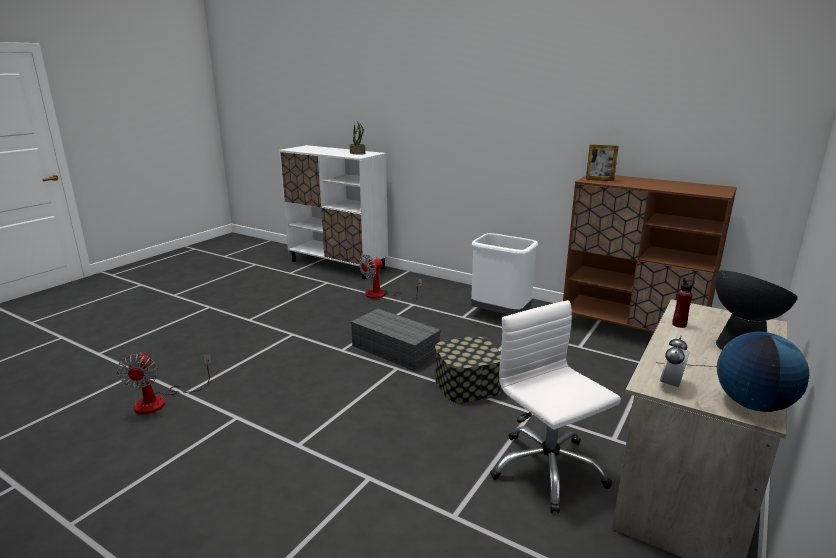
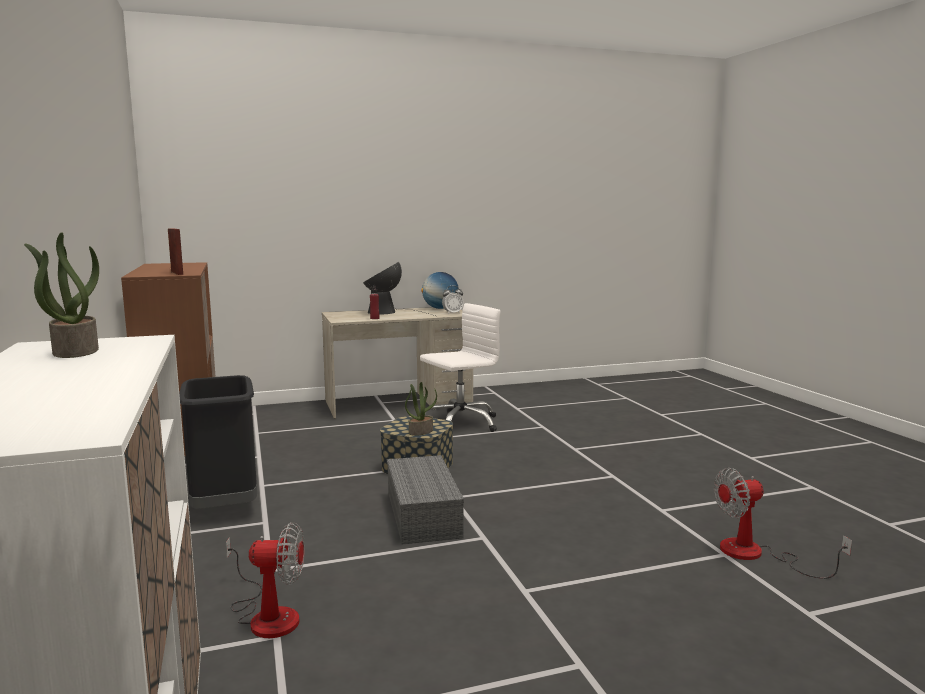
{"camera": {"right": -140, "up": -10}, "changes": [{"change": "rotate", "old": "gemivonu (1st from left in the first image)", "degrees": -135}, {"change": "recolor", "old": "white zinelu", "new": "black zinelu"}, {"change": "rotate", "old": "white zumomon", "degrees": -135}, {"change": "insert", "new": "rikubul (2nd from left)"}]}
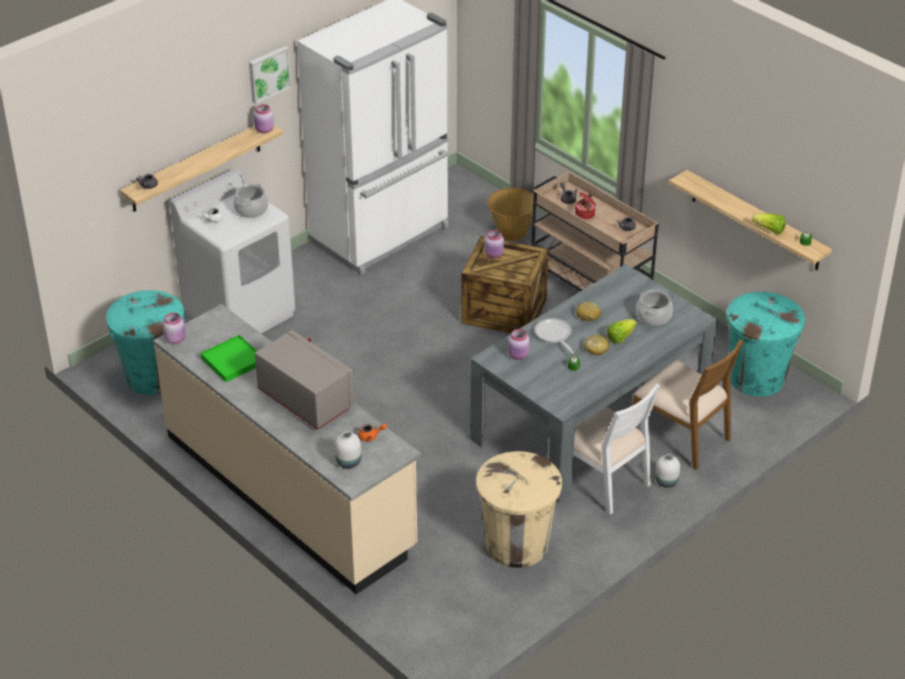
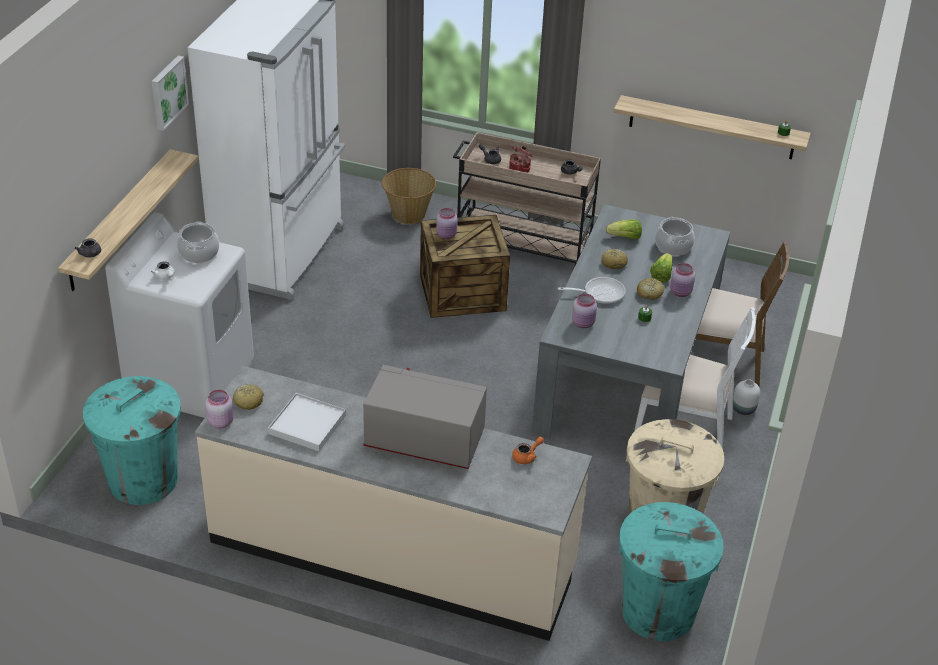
{"camera": {"right": -30, "up": 0}, "changes": [{"change": "recolor", "old": "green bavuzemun", "new": "white bavuzemun"}, {"change": "move", "old": "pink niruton (2nd from left in the first image)", "new": "pink niruton (4th from left)"}, {"change": "delete", "old": "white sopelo (1st from left)"}, {"change": "rotate", "old": "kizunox", "degrees": 135}, {"change": "move", "old": "turquoise zinelu (2nd from left)"}, {"change": "move", "old": "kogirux (2nd from left in the first image)", "new": "kogirux (1st from left)"}, {"change": "insert", "new": "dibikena (1st from left)"}]}
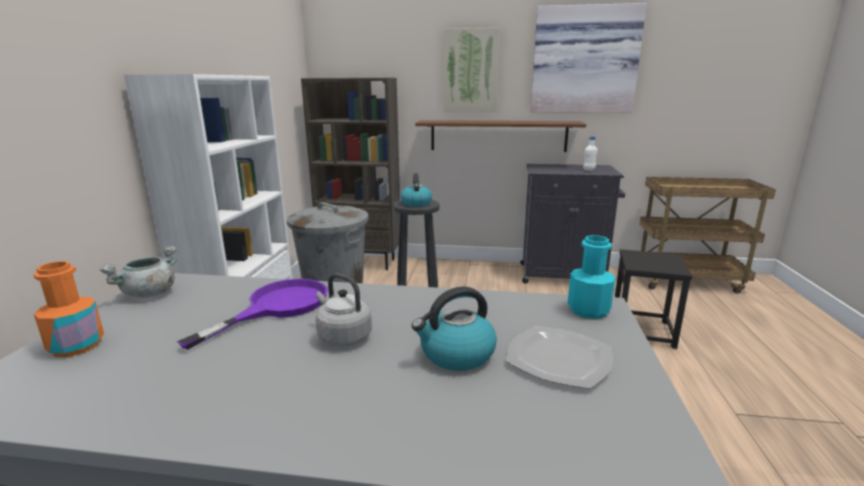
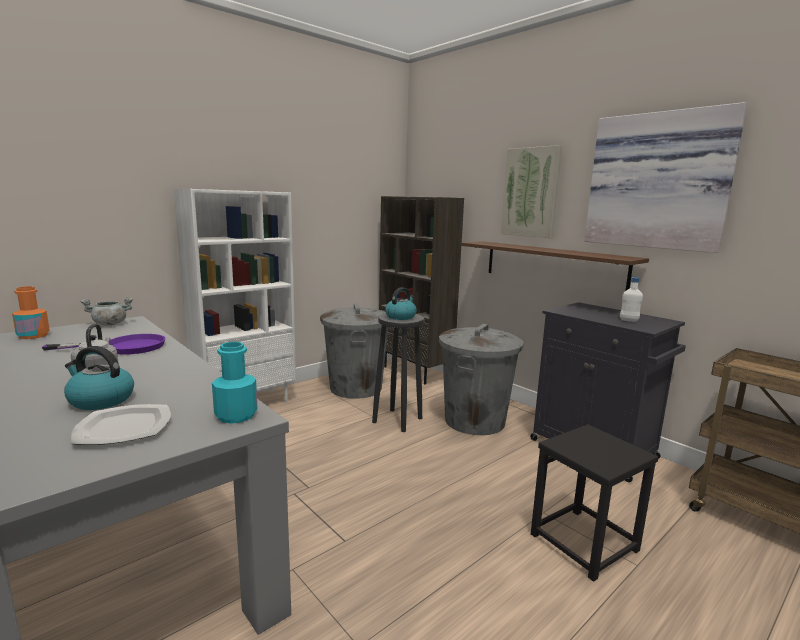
{"camera": {"right": 40, "up": -5}, "changes": [{"change": "insert", "new": "grey zinelu (2nd from left)"}]}
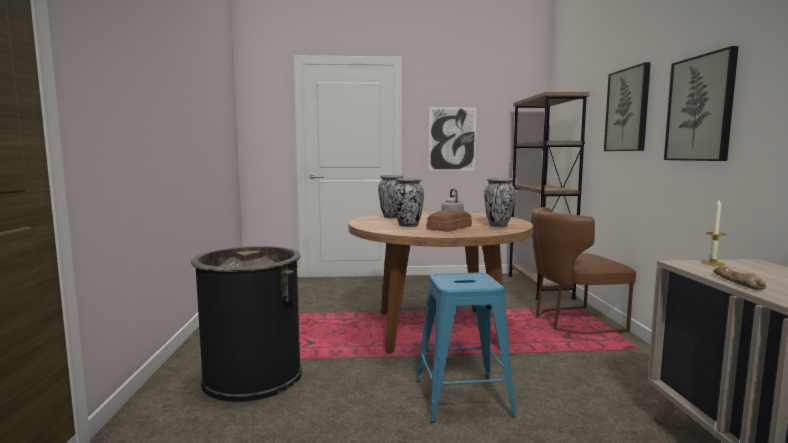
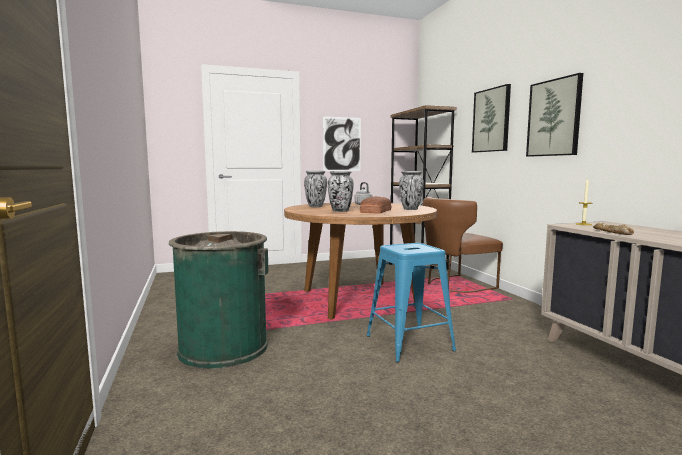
{"camera": {"right": -15, "up": 0}, "changes": [{"change": "recolor", "old": "black zinelu", "new": "green zinelu"}]}
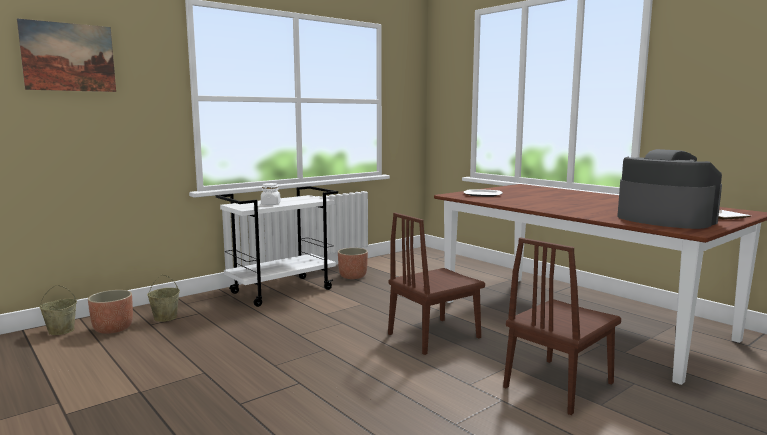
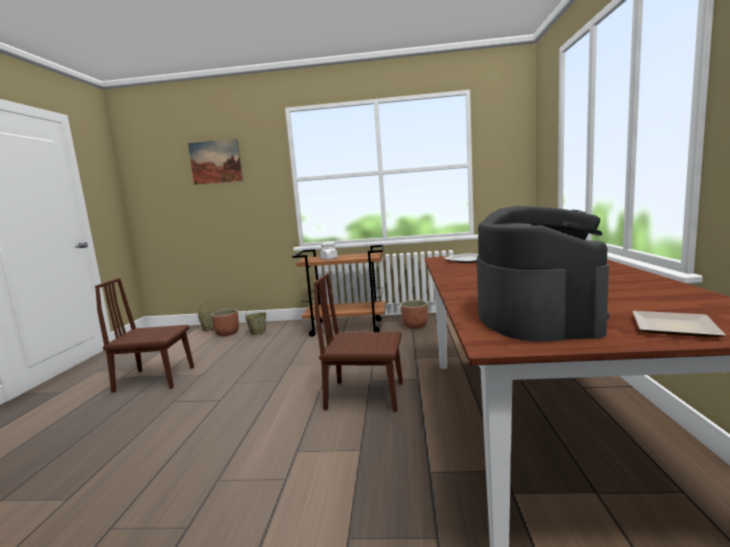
{"camera": {"right": 45, "up": 0}, "changes": [{"change": "recolor", "old": "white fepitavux", "new": "brown fepitavux"}, {"change": "move", "old": "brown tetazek (2nd from left in the first image)", "new": "brown tetazek (1st from left)"}]}
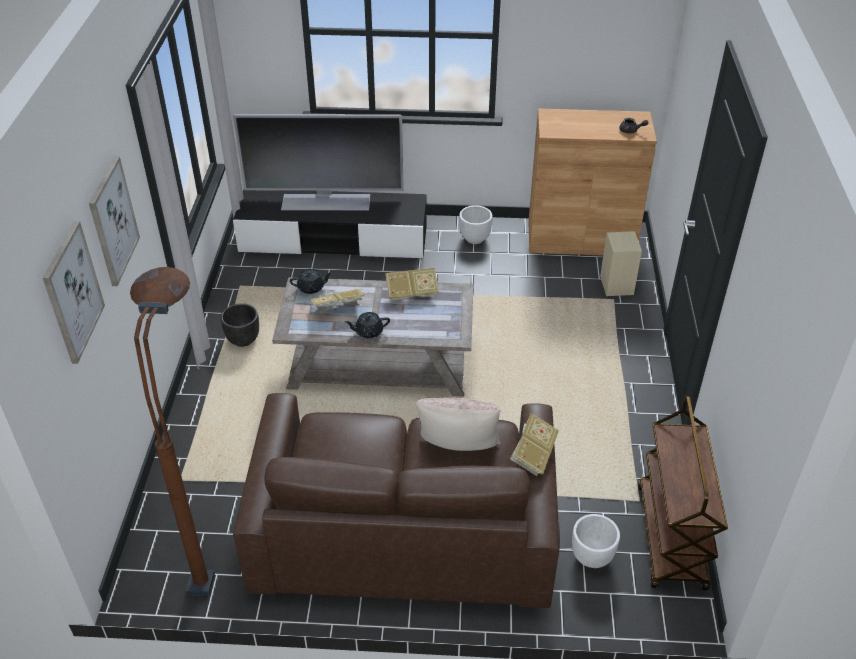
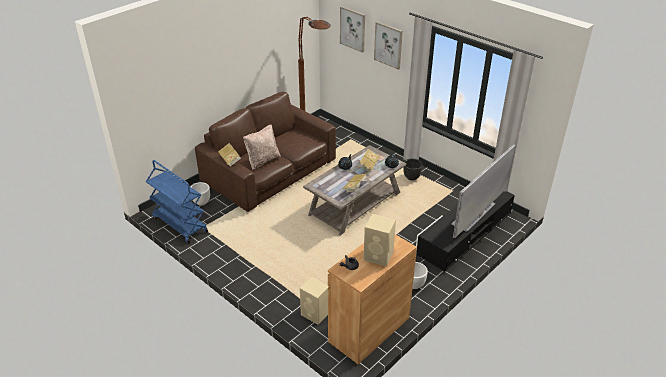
{"camera": {"right": 130, "up": -5}, "changes": [{"change": "recolor", "old": "brown fepitavux", "new": "blue fepitavux"}, {"change": "insert", "new": "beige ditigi (2nd from left)"}]}
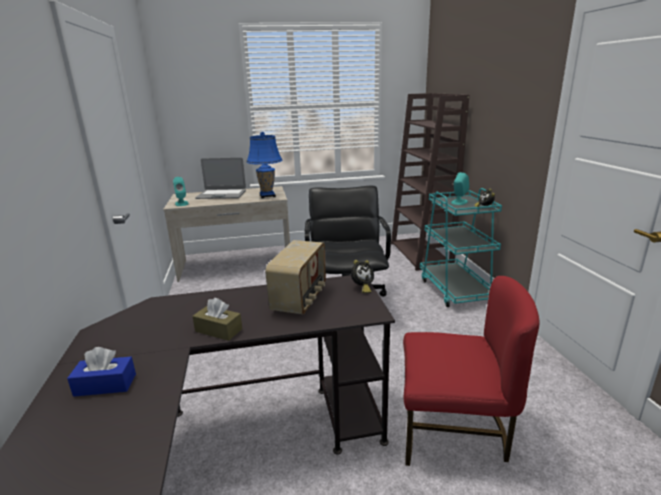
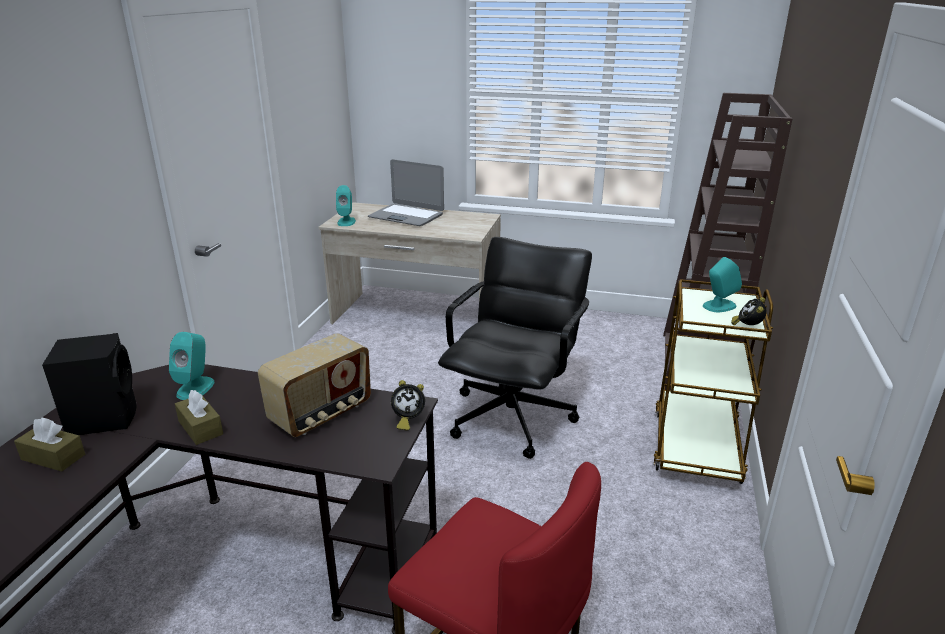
{"camera": {"right": 25, "up": 5}, "changes": [{"change": "recolor", "old": "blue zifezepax", "new": "brown zifezepax (1st from left)"}, {"change": "delete", "old": "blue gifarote"}, {"change": "recolor", "old": "turquoise fepitavux", "new": "brown fepitavux"}, {"change": "insert", "new": "black ditigi"}, {"change": "insert", "new": "turquoise ditigi (1st from left)"}]}
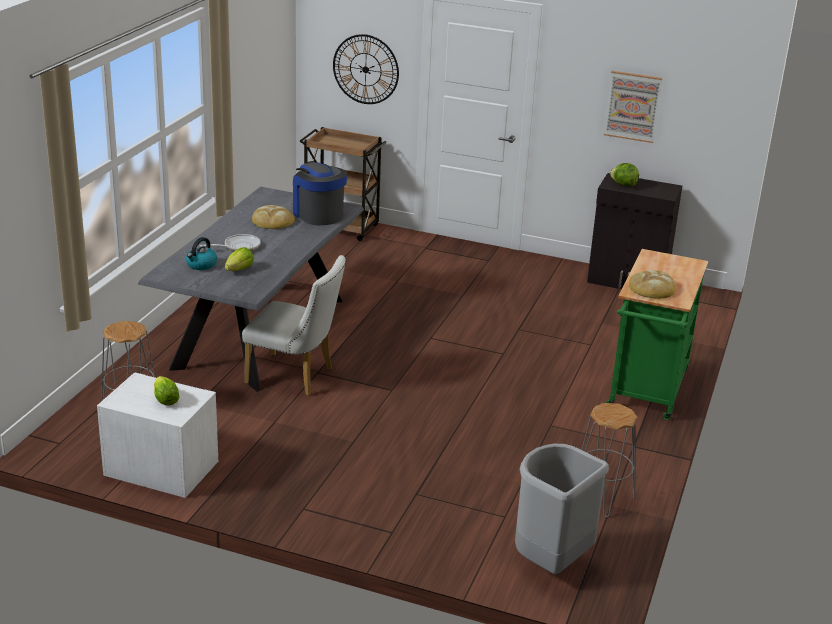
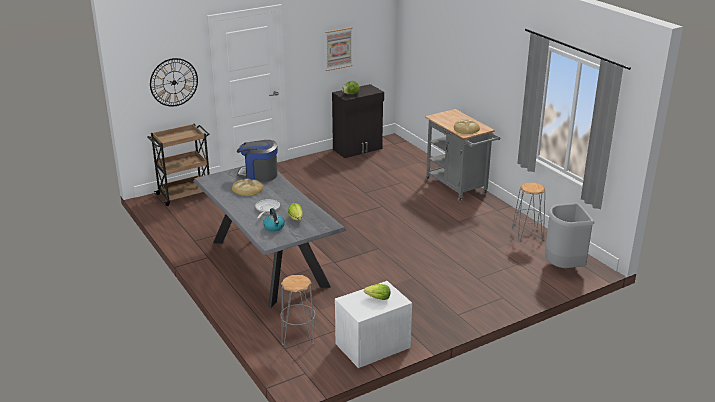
{"camera": {"right": -50, "up": 0}, "changes": [{"change": "delete", "old": "white tetazek"}, {"change": "recolor", "old": "green fepitavux", "new": "grey fepitavux"}]}
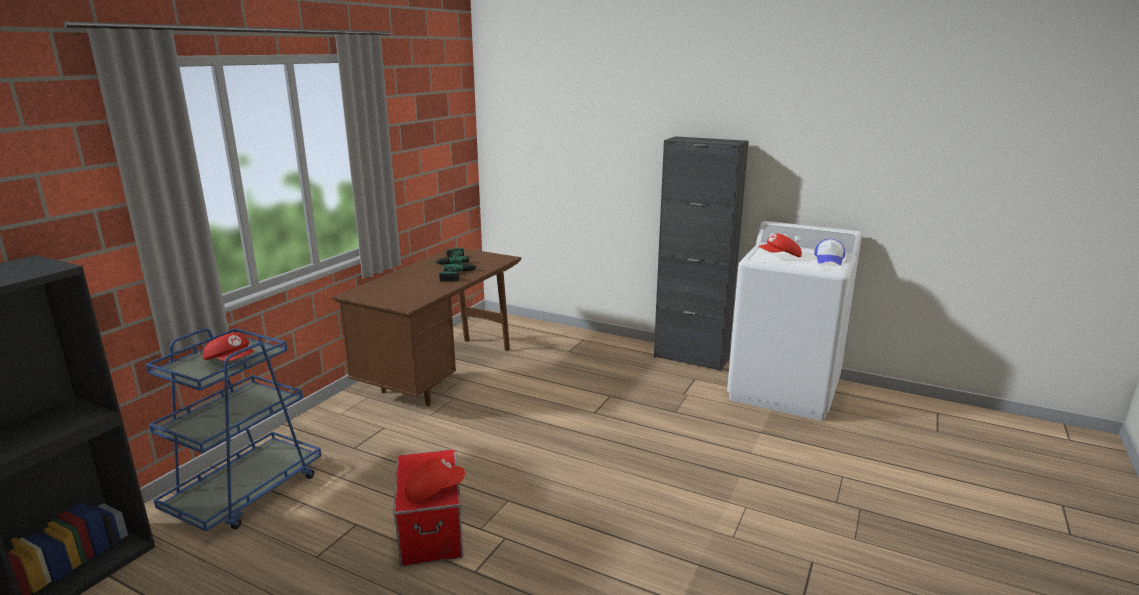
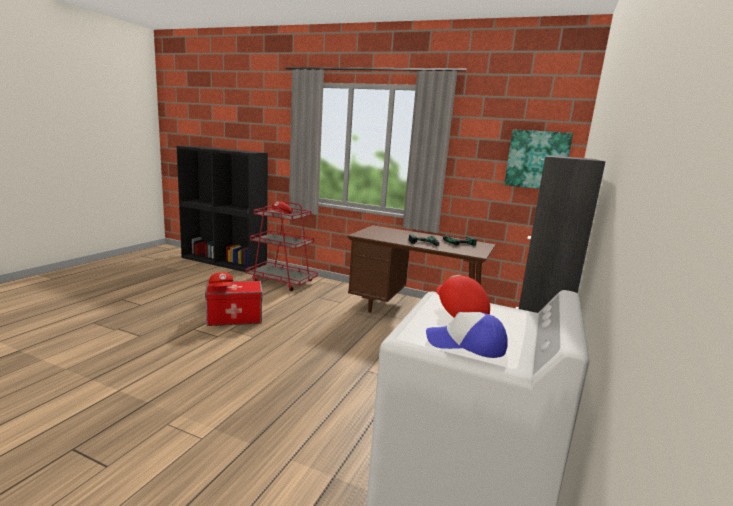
{"camera": {"right": 85, "up": -5}, "changes": [{"change": "recolor", "old": "blue fepitavux", "new": "red fepitavux"}, {"change": "insert", "new": "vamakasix"}]}
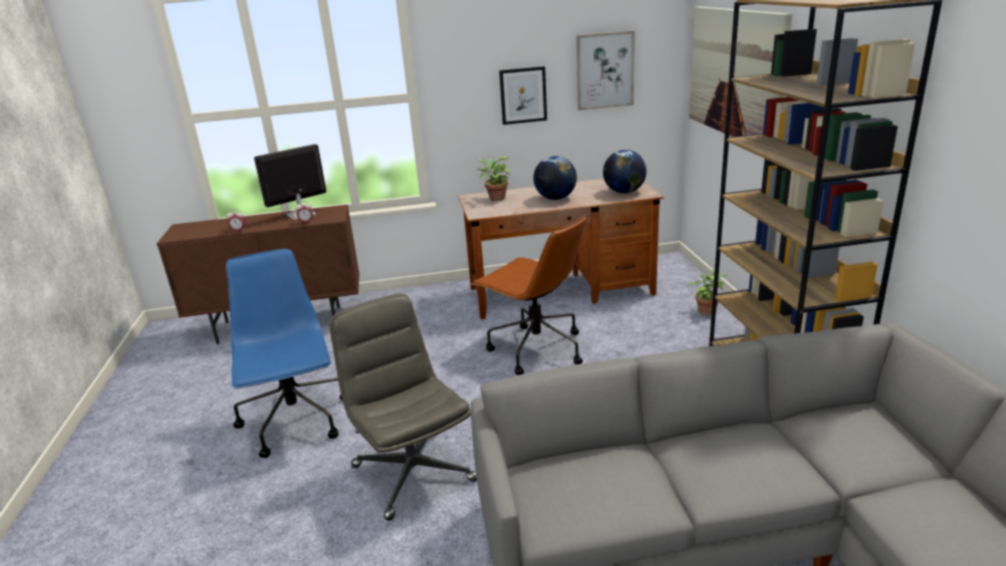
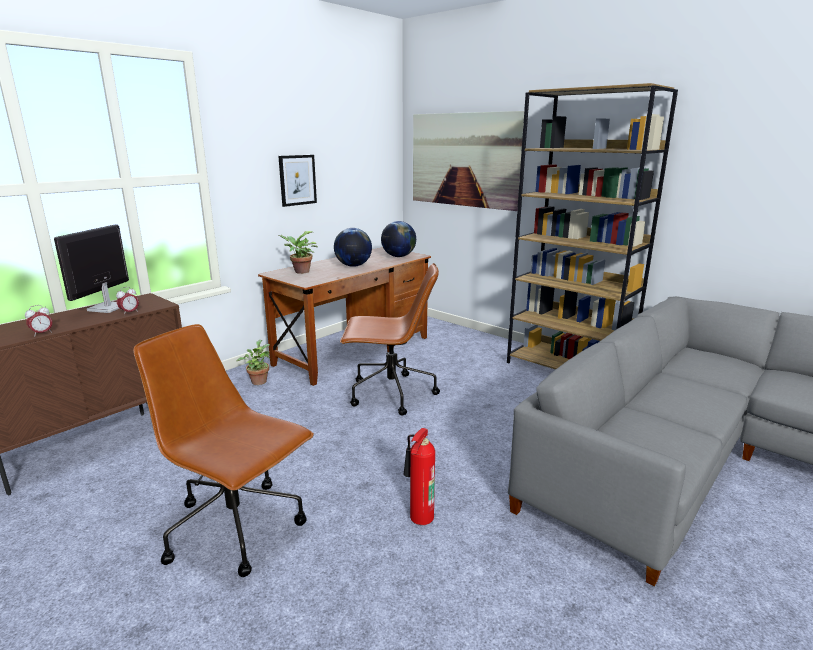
{"camera": {"right": -40, "up": -5}, "changes": [{"change": "recolor", "old": "blue zumomon", "new": "brown zumomon (1st from left)"}, {"change": "replace", "old": "grey zumomon", "new": "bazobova"}, {"change": "delete", "old": "vamakasix (2nd from left)"}, {"change": "move", "old": "rikubul (2nd from left in the first image)", "new": "rikubul (1st from left)"}]}
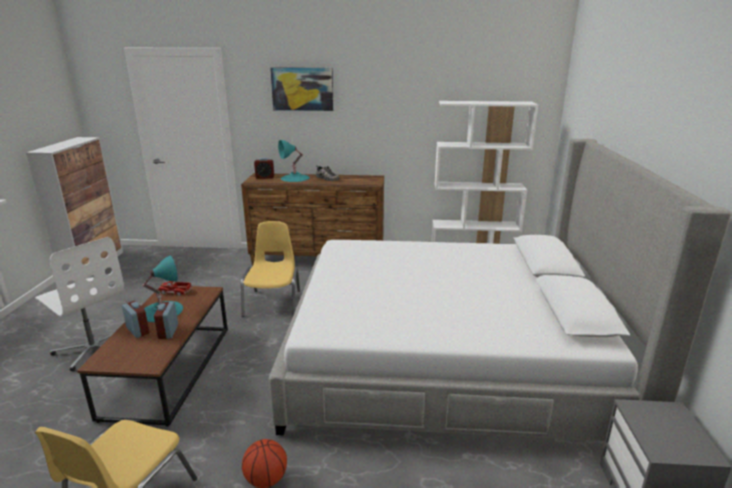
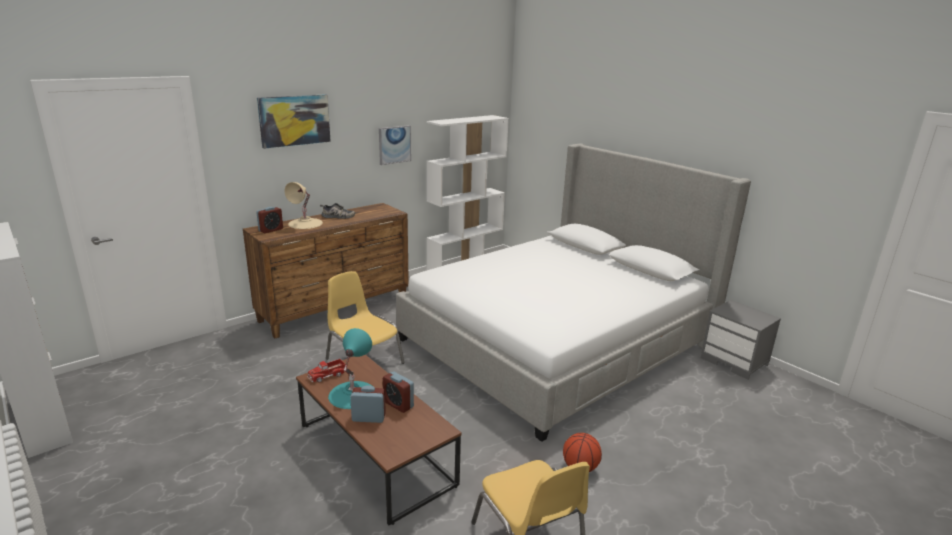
{"camera": {"right": -45, "up": 0}, "changes": [{"change": "delete", "old": "white zumomon"}, {"change": "recolor", "old": "turquoise gifarote (2nd from left)", "new": "beige gifarote"}, {"change": "insert", "new": "vamakasix (2nd from left)"}]}
